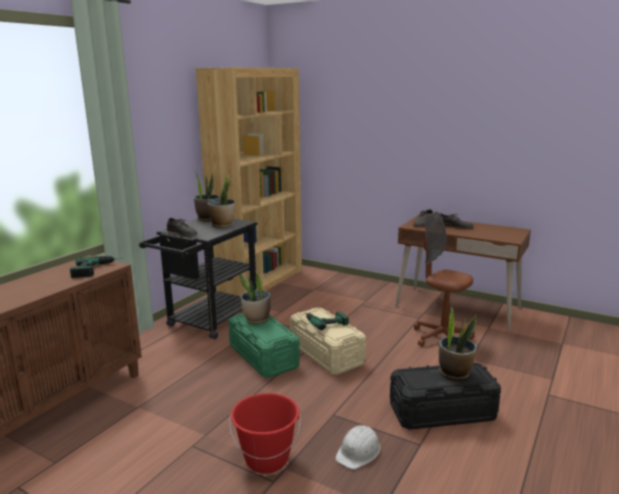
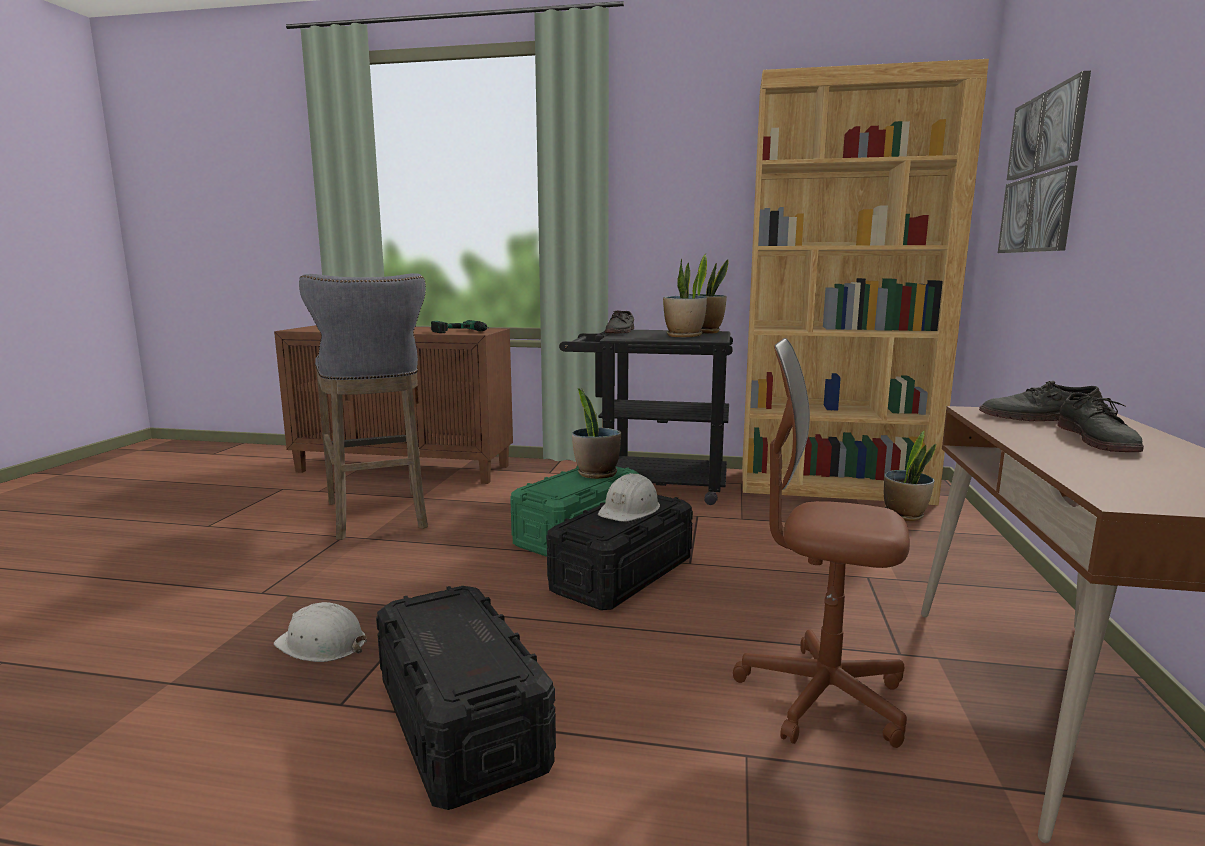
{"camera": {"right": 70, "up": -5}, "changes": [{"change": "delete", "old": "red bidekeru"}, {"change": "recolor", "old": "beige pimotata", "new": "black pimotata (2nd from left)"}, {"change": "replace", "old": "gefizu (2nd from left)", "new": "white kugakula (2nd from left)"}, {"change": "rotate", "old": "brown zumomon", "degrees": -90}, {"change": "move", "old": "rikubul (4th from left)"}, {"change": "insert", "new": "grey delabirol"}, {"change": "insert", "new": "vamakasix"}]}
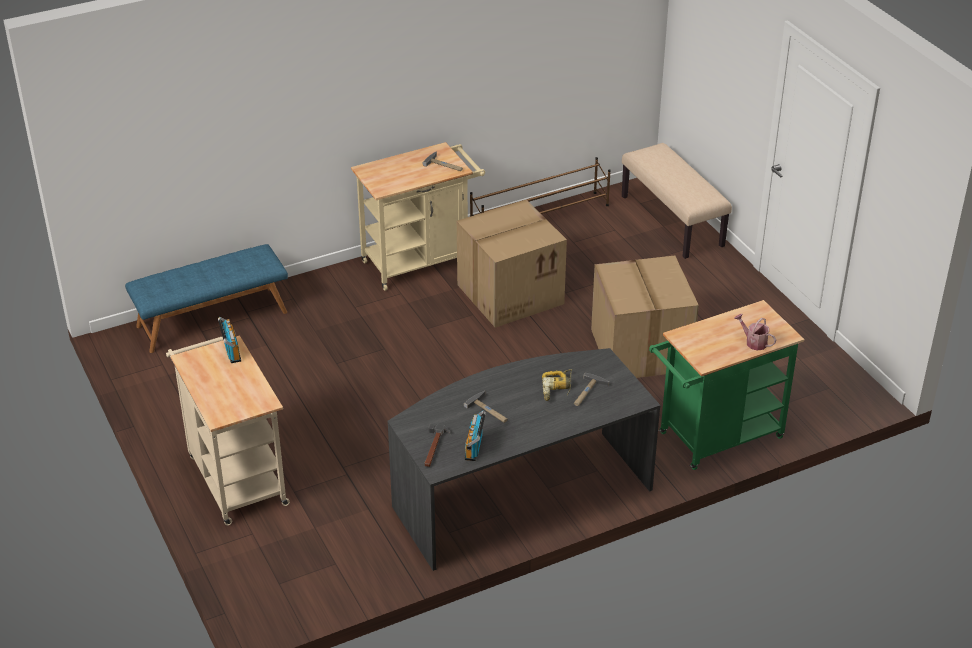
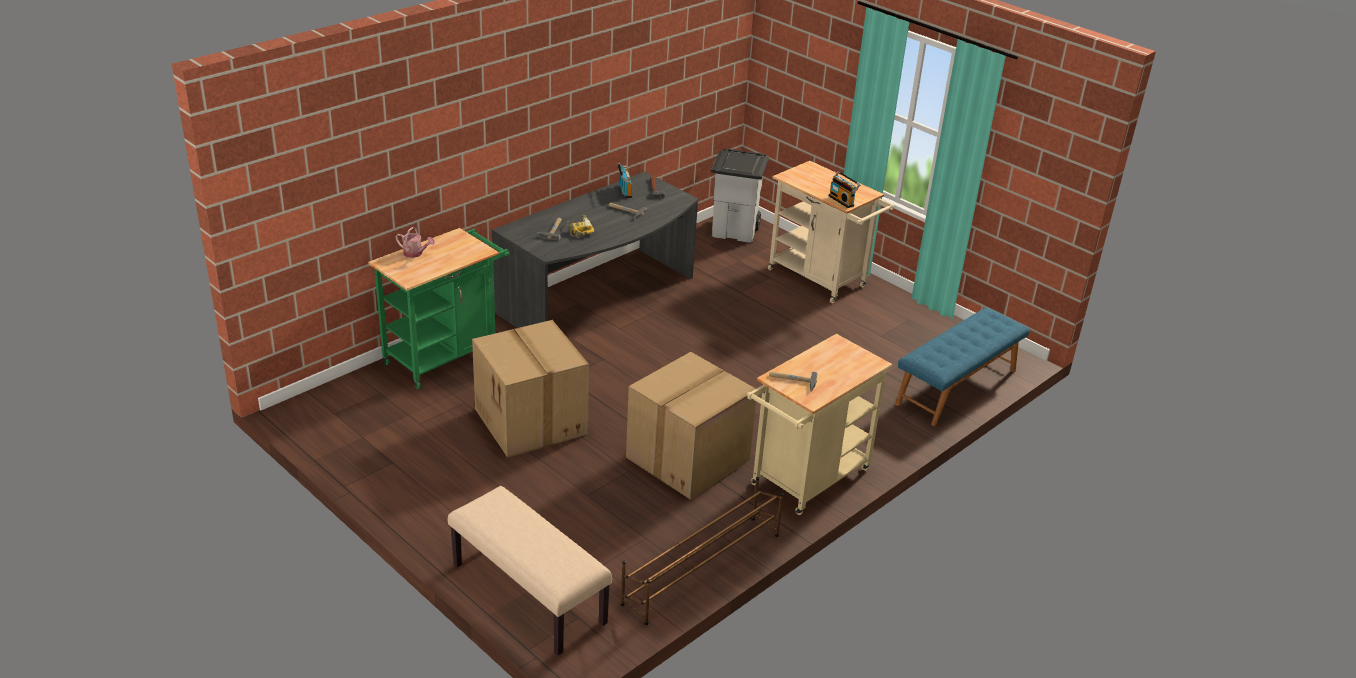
{"camera": {"right": 160, "up": -5}, "changes": [{"change": "insert", "new": "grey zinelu"}]}
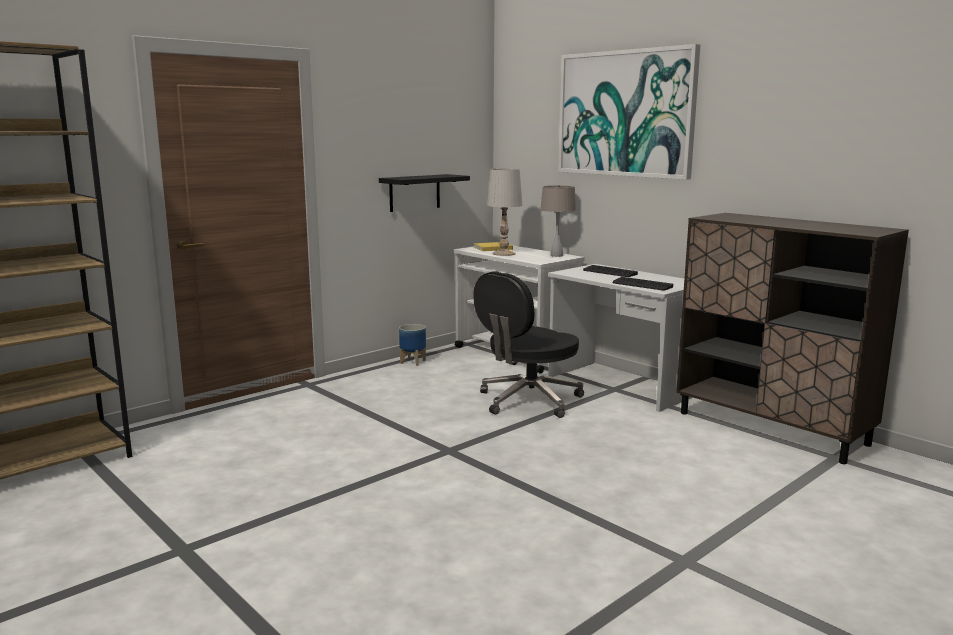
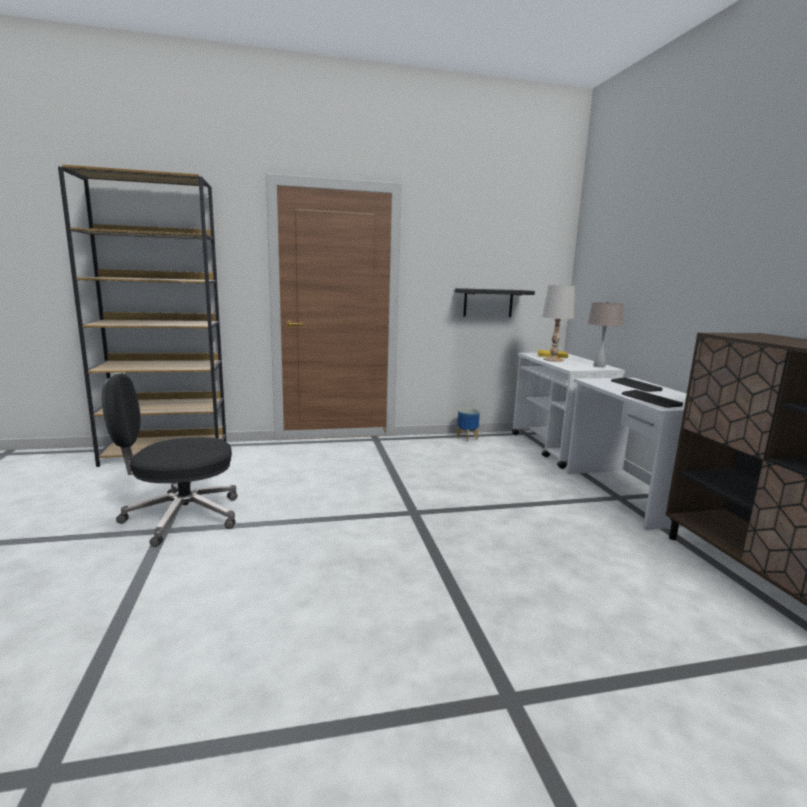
{"camera": {"right": 30, "up": 0}, "changes": [{"change": "move", "old": "black zumomon"}, {"change": "delete", "old": "vamakasix"}]}
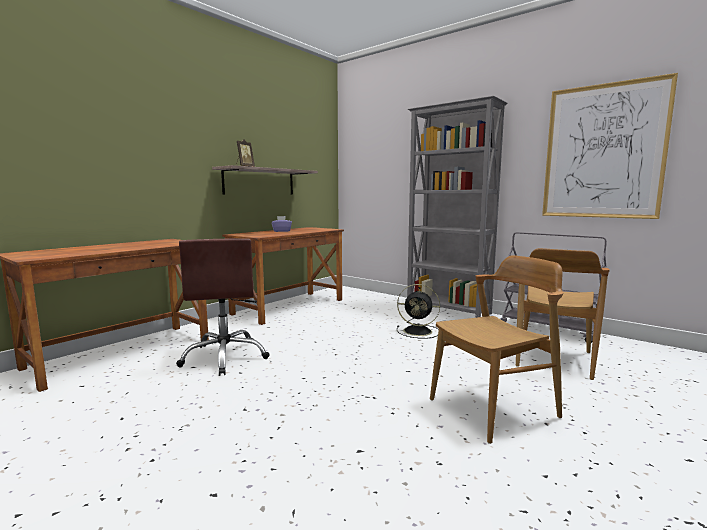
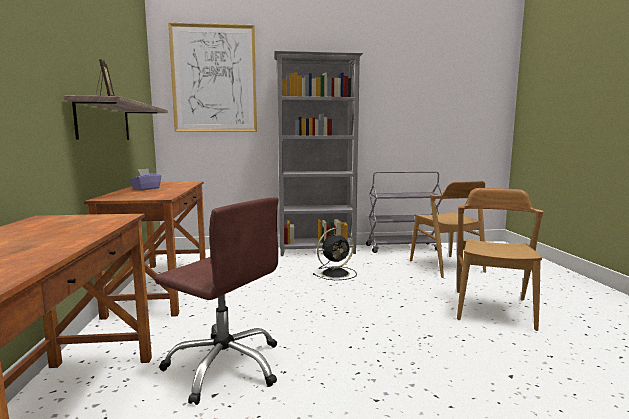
{"camera": {"right": -45, "up": 0}, "changes": [{"change": "move", "old": "vamakasix"}]}
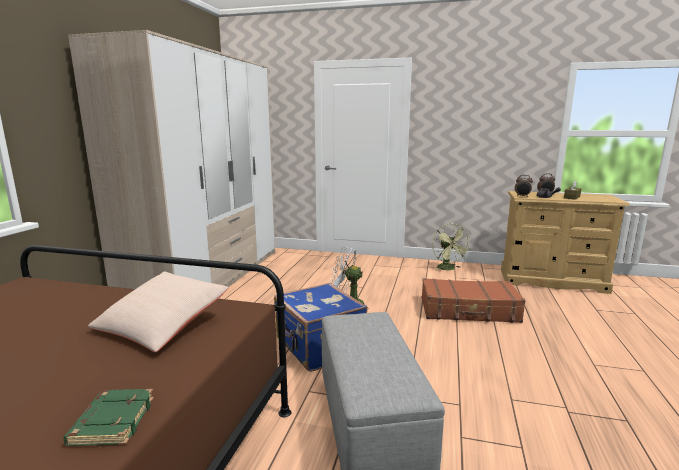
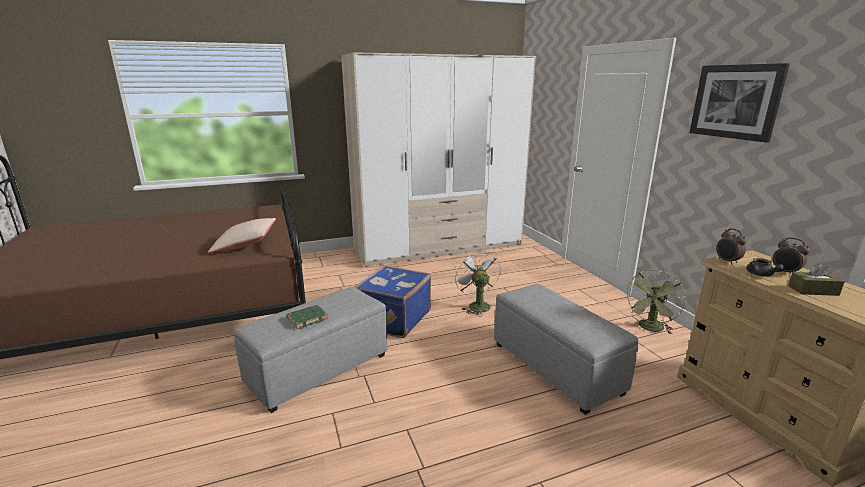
{"camera": {"right": 55, "up": 5}, "changes": [{"change": "move", "old": "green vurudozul"}, {"change": "replace", "old": "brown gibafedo", "new": "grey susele (2nd from left)"}, {"change": "insert", "new": "vamakasix"}]}
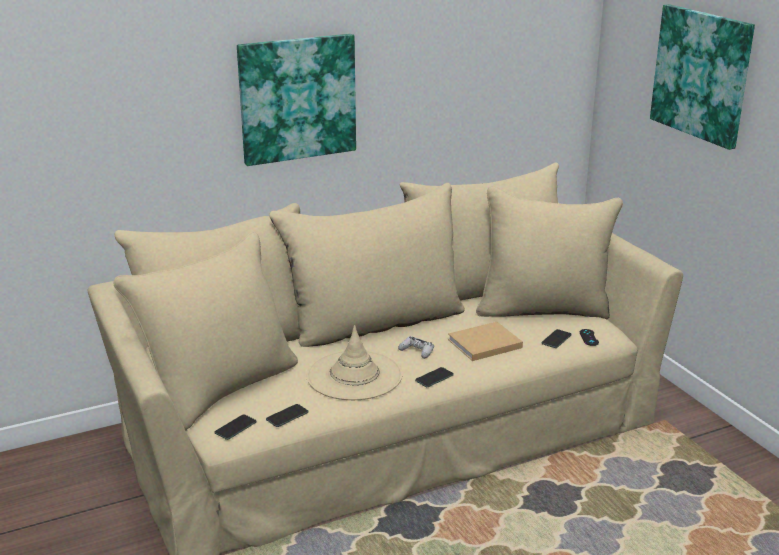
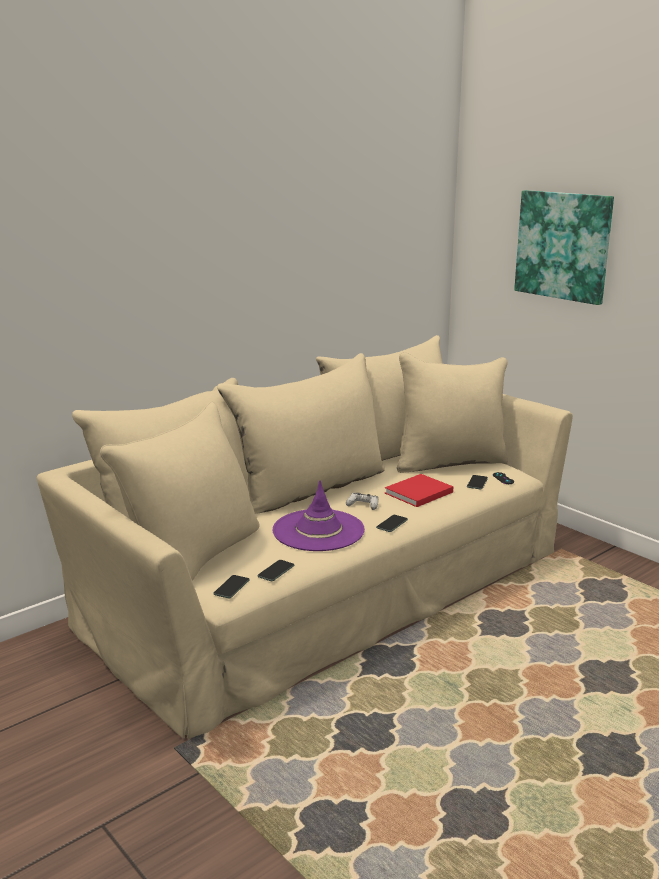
{"camera": {"right": -15, "up": -5}, "changes": [{"change": "delete", "old": "vamakasix (1st from left)"}, {"change": "recolor", "old": "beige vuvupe", "new": "purple vuvupe"}, {"change": "recolor", "old": "beige vurudozul", "new": "red vurudozul"}]}
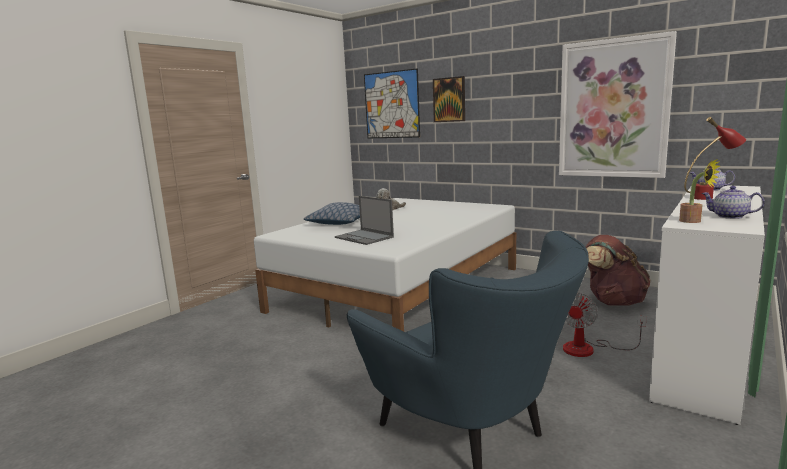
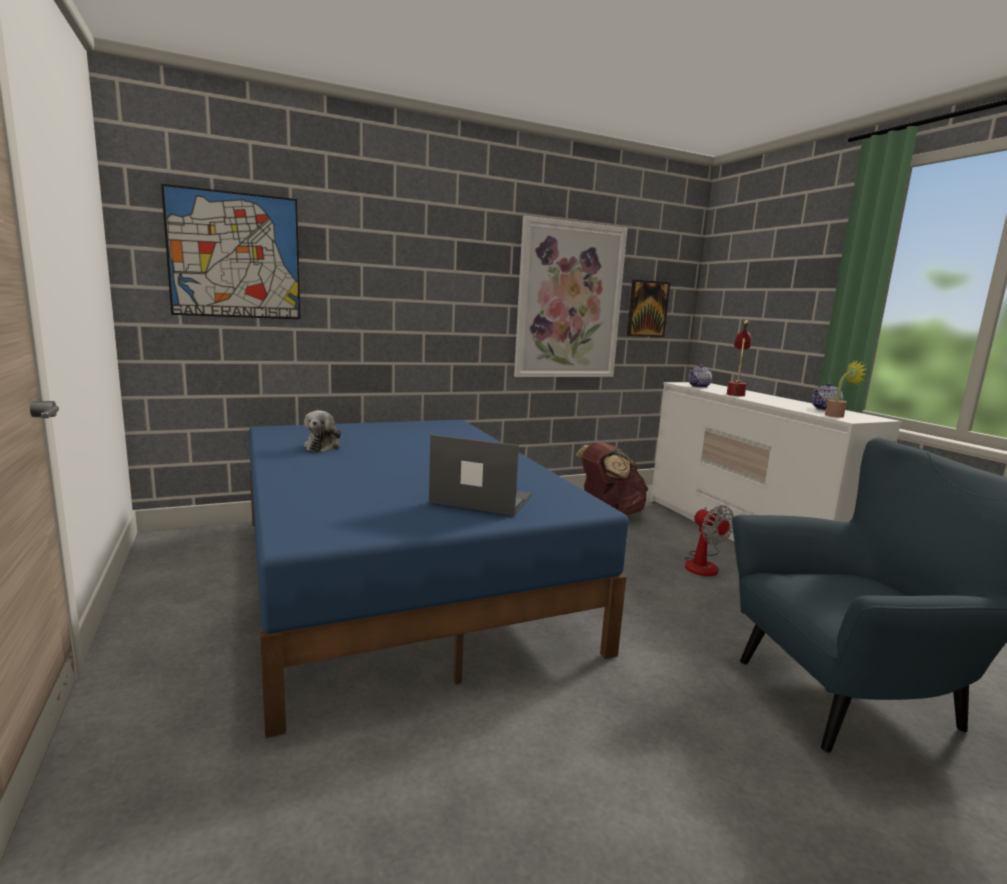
{"camera": {"right": -60, "up": 0}, "changes": [{"change": "recolor", "old": "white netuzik", "new": "blue netuzik"}, {"change": "delete", "old": "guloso"}, {"change": "rotate", "old": "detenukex", "degrees": -150}, {"change": "move", "old": "vamakasix (2nd from left in the first image)", "new": "vamakasix (3rd from left)"}]}
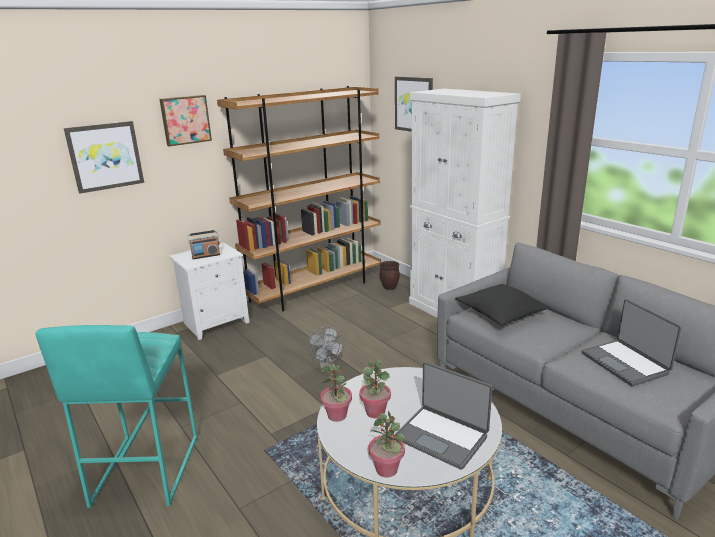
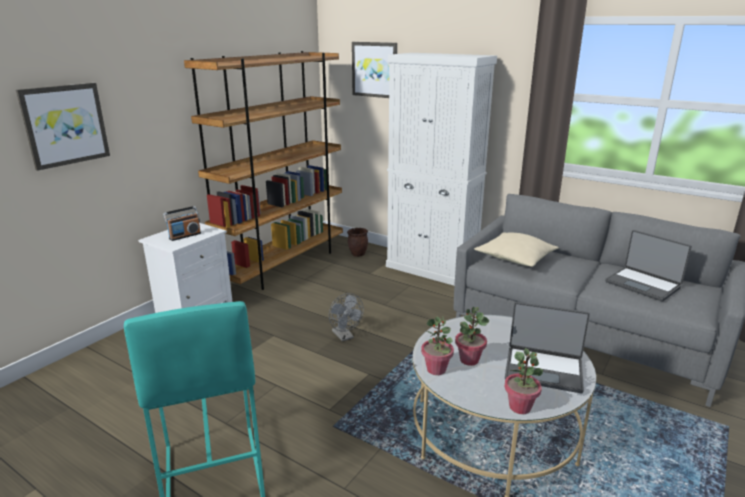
{"camera": {"right": -20, "up": 0}, "changes": [{"change": "delete", "old": "vamakasix (2nd from left)"}, {"change": "recolor", "old": "black guloso", "new": "beige guloso"}]}
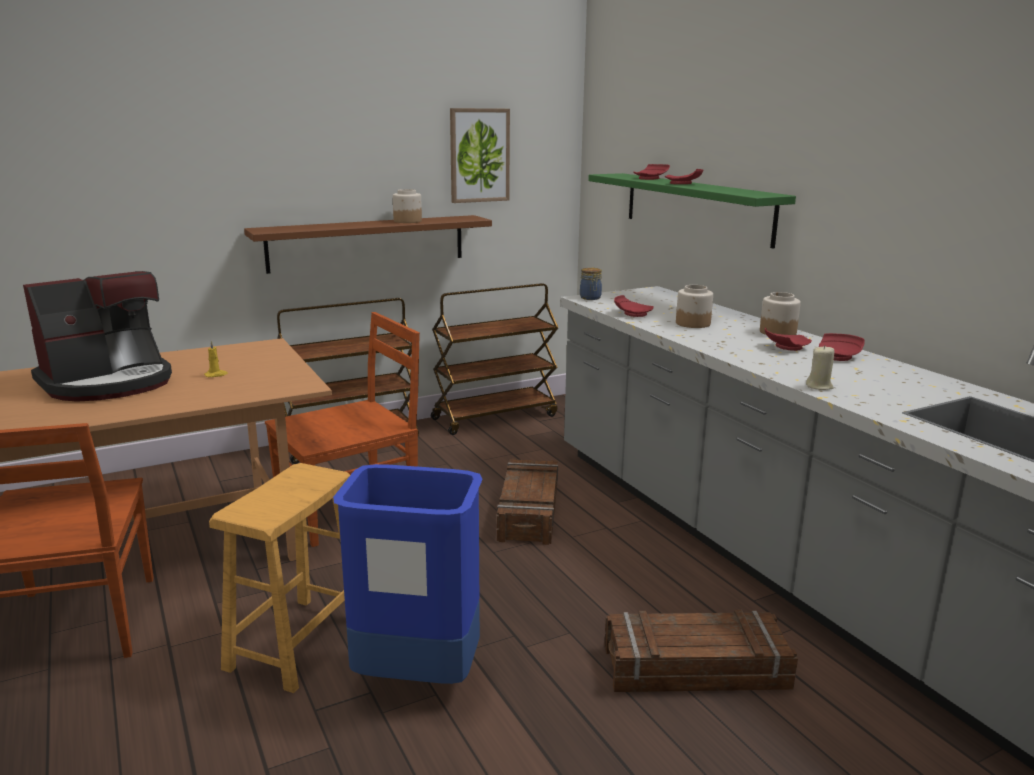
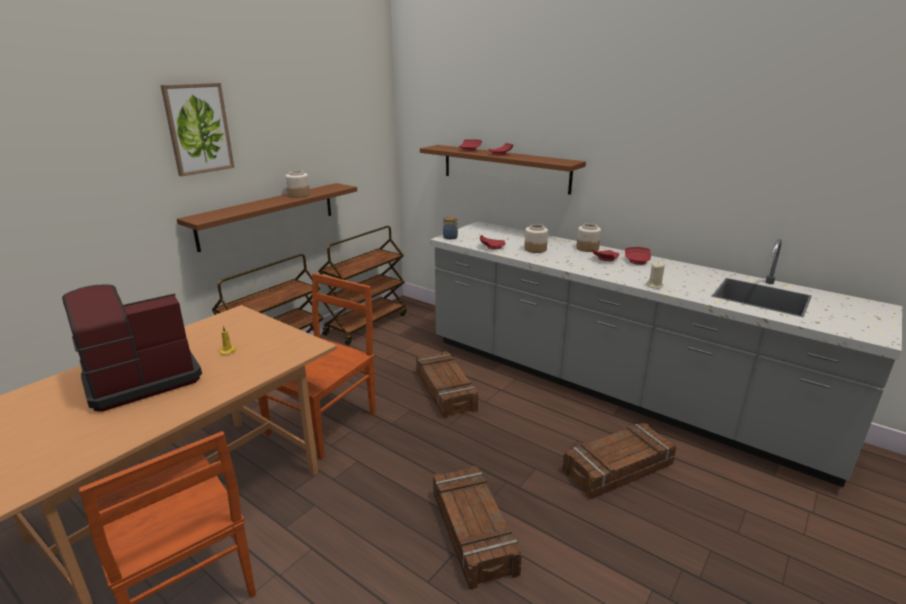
{"camera": {"right": -25, "up": 5}, "changes": [{"change": "rotate", "old": "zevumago", "degrees": -150}, {"change": "delete", "old": "brown delabirol"}, {"change": "replace", "old": "blue zinelu", "new": "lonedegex (2nd from left)"}, {"change": "move", "old": "vamakasix"}, {"change": "recolor", "old": "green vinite", "new": "brown vinite (2nd from left)"}]}
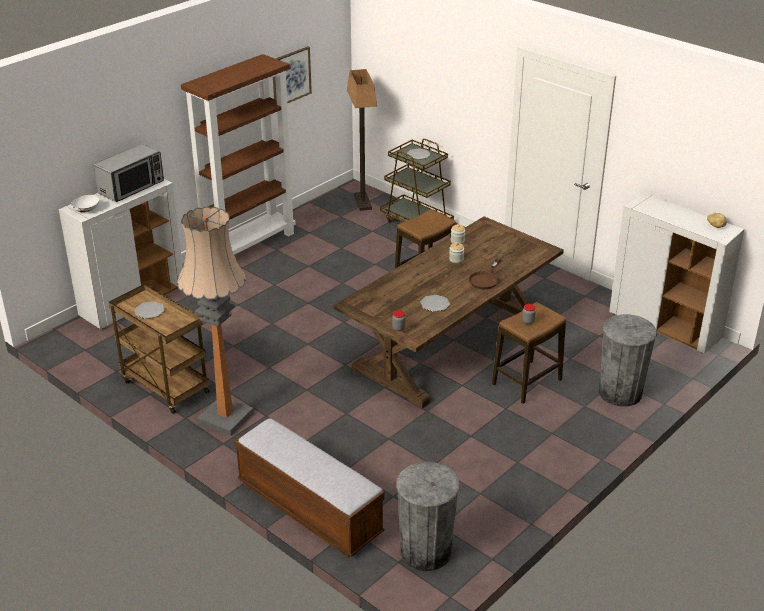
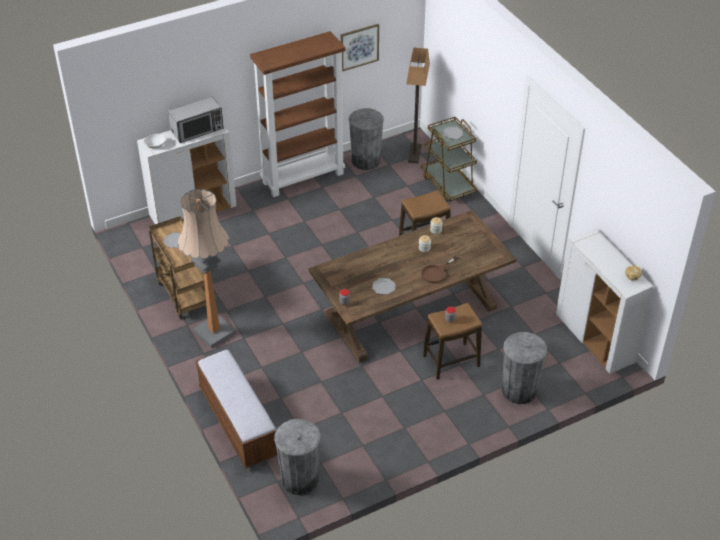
{"camera": {"right": 20, "up": 10}, "changes": [{"change": "insert", "new": "grey zinelu (2nd from left)"}]}
